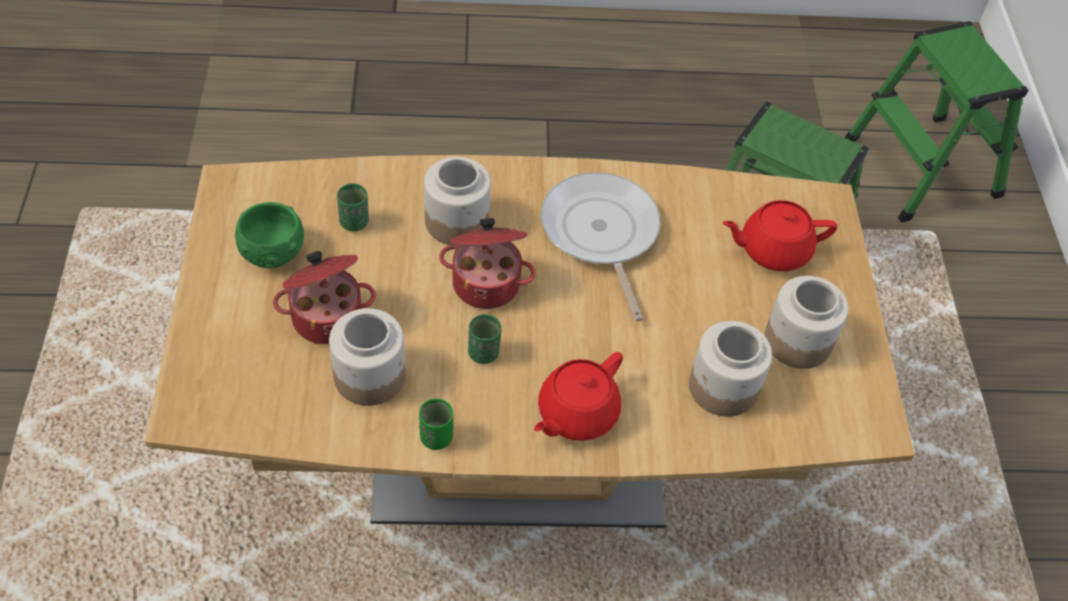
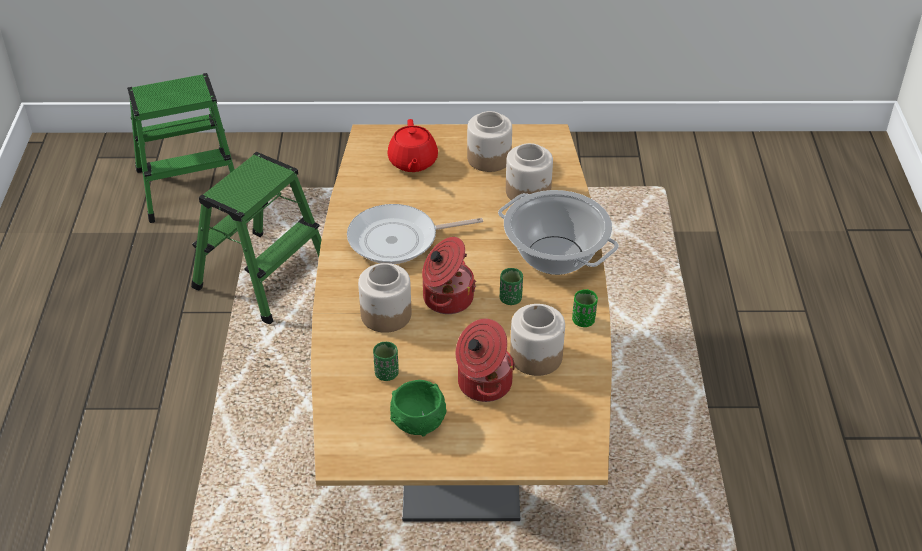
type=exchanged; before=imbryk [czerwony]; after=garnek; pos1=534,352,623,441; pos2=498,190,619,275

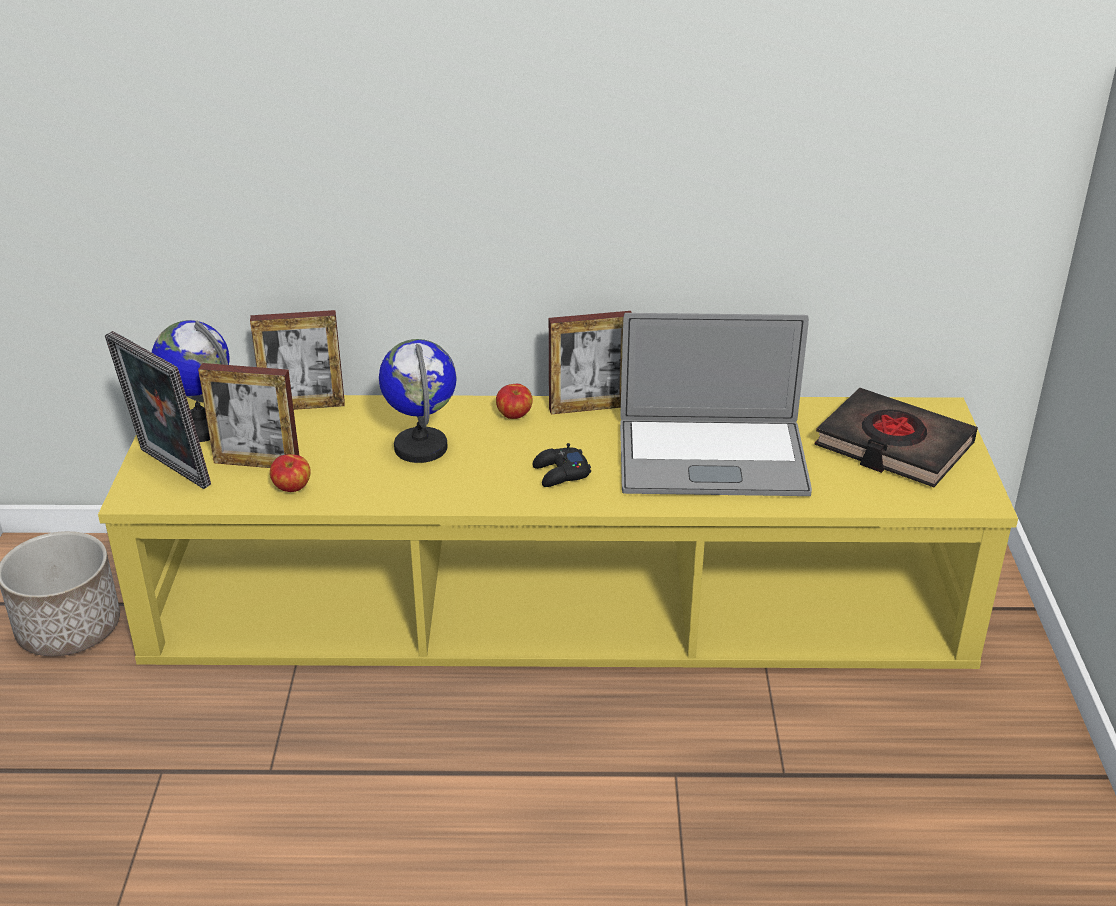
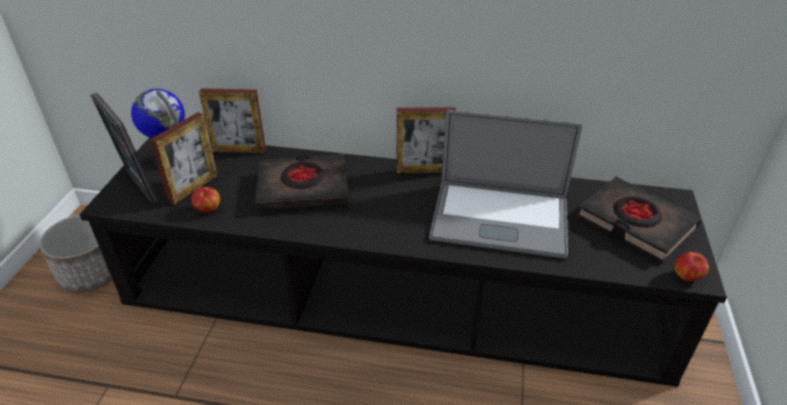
type=colour; before=szafka pod telewizor [żółty]; after=szafka pod telewizor [czarny]; pos1=98,395,1018,669; pos2=79,137,727,387
type=spun; before=ramka na zdjęcie; pos1=198,363,299,468; pos2=150,112,218,205; turn=-75
type=exchanged; before=globus; after=książka [czarny]; pos1=379,339,457,463; pos2=255,154,348,211
type=relocated; before=jabłko; pos1=496,384,533,419; pos2=675,252,709,281
type=missing; before=pad do gier [czarny]; pos1=533,443,591,487

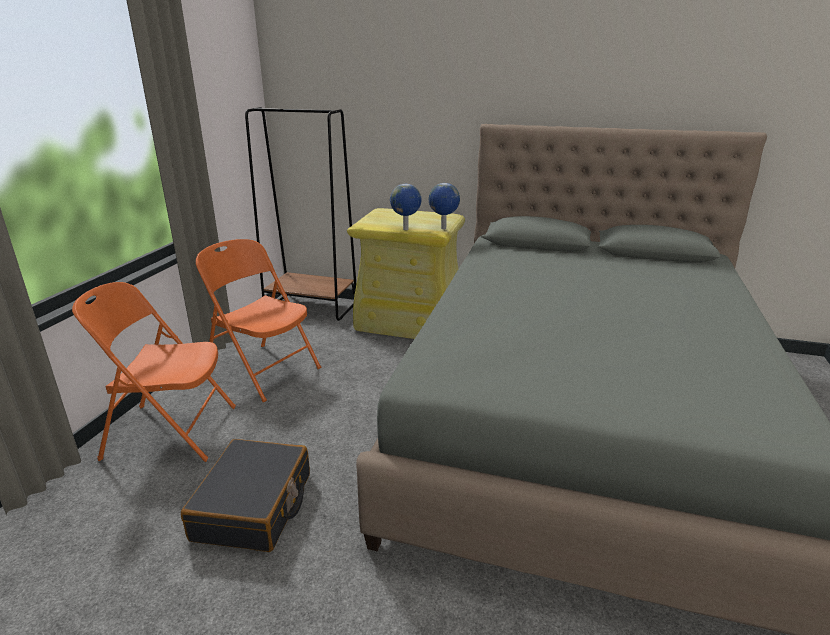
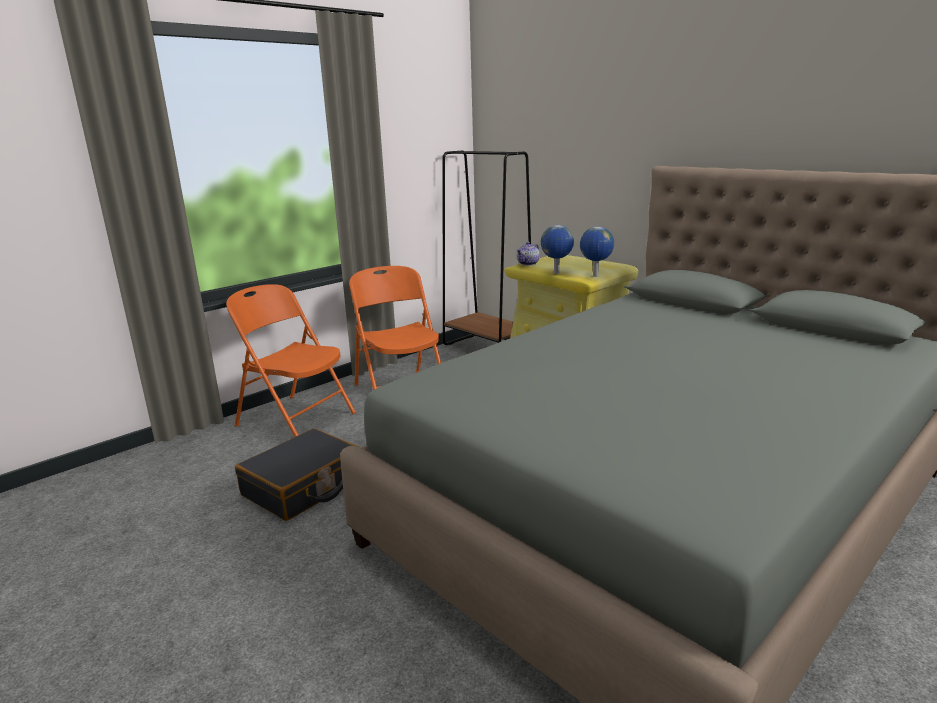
type=appeared; after=imbryk; pos2=517,242,540,266

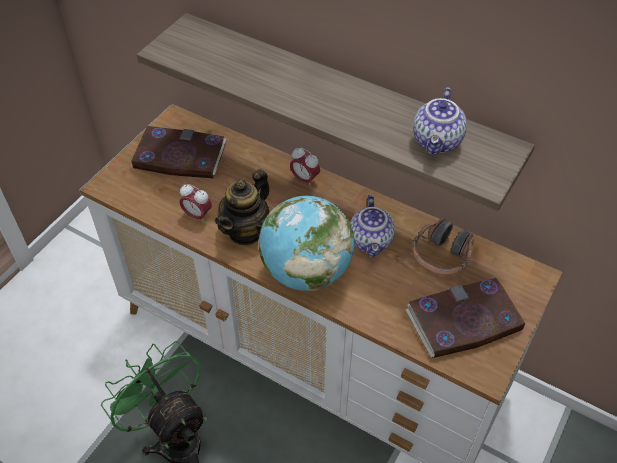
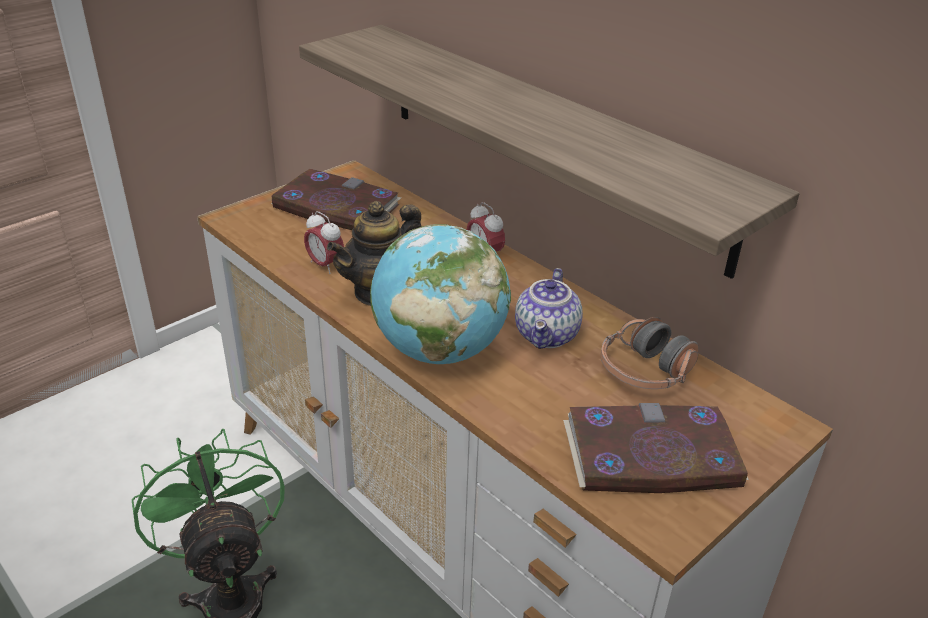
type=missing; before=imbryk; pos1=413,87,467,155

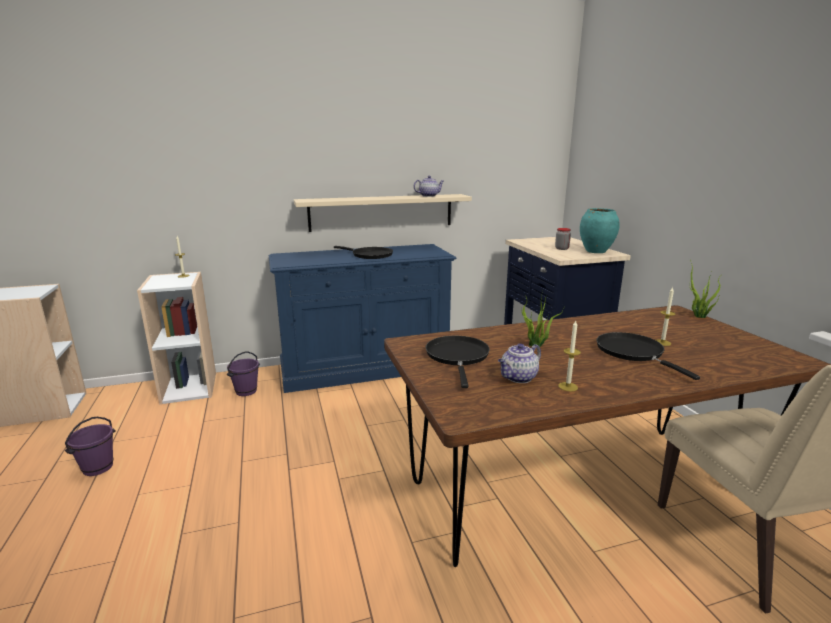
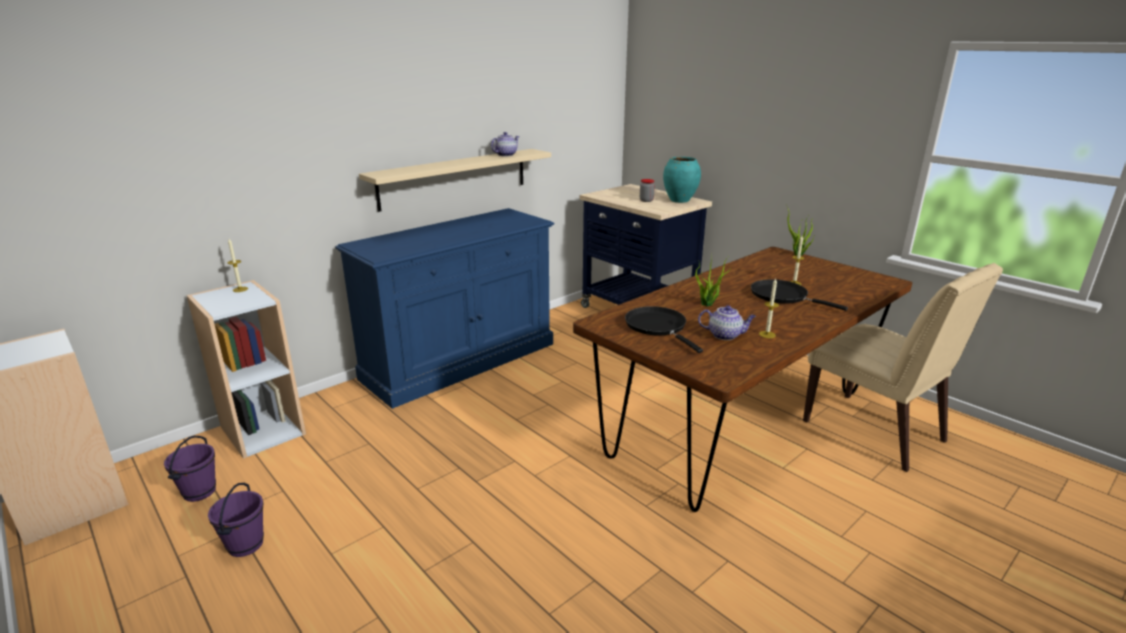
type=relocated; before=wiadro [fioletowy]; pos1=227,351,260,396; pos2=164,436,216,502
type=missing; before=patelnia [czarny]; pos1=334,246,393,259
type=spun; before=imbryk; pos1=498,343,541,383; pos2=698,305,756,340; turn=-105

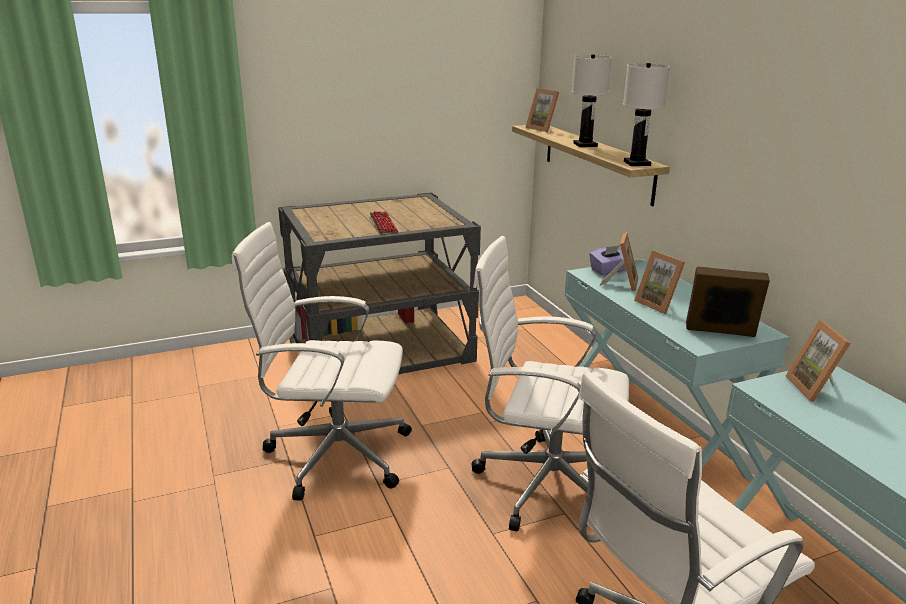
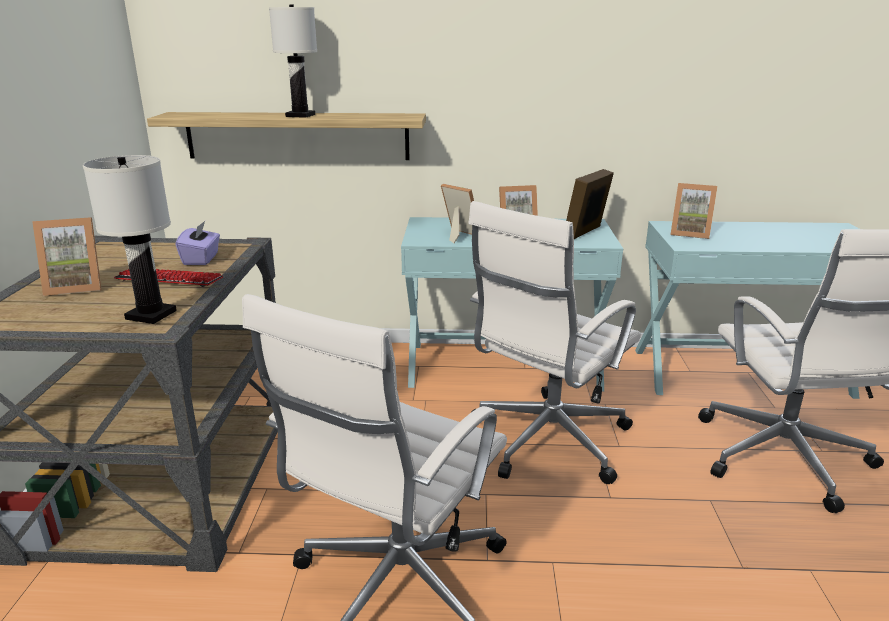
type=relocated; before=ramka na zdjęcie; pos1=525,88,559,132; pos2=32,217,102,296
type=relocated; before=pudełko chusteczek [fioletowy]; pos1=589,245,626,275; pos2=176,221,220,265
type=relocated; before=lampa stołowa [biały]; pos1=623,63,670,166; pos2=83,155,177,324

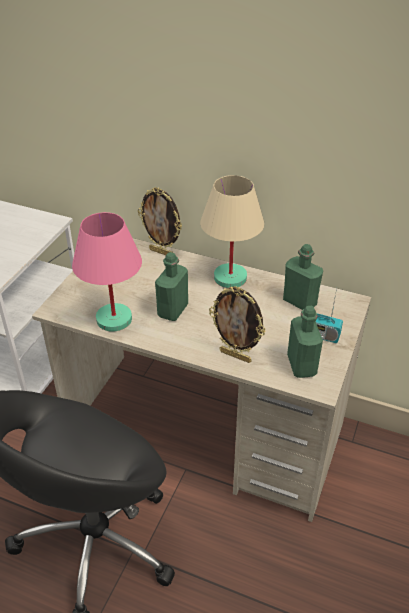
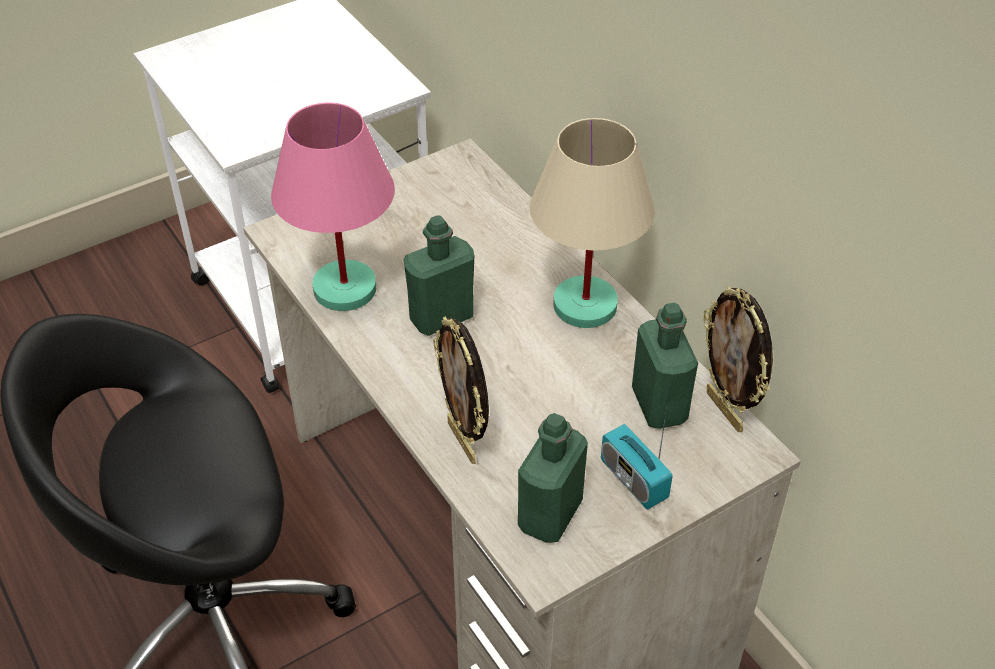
type=relocated; before=ramka na zdjęcie; pos1=138,187,182,255; pos2=703,286,773,432

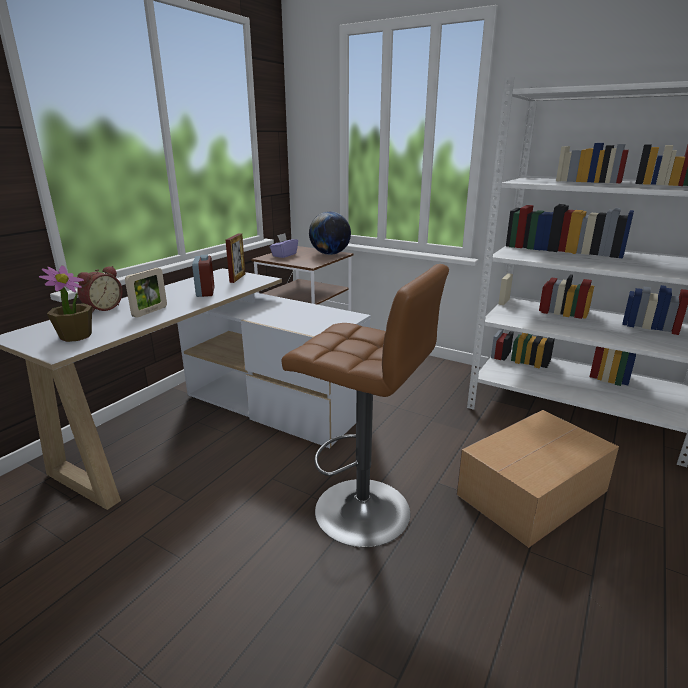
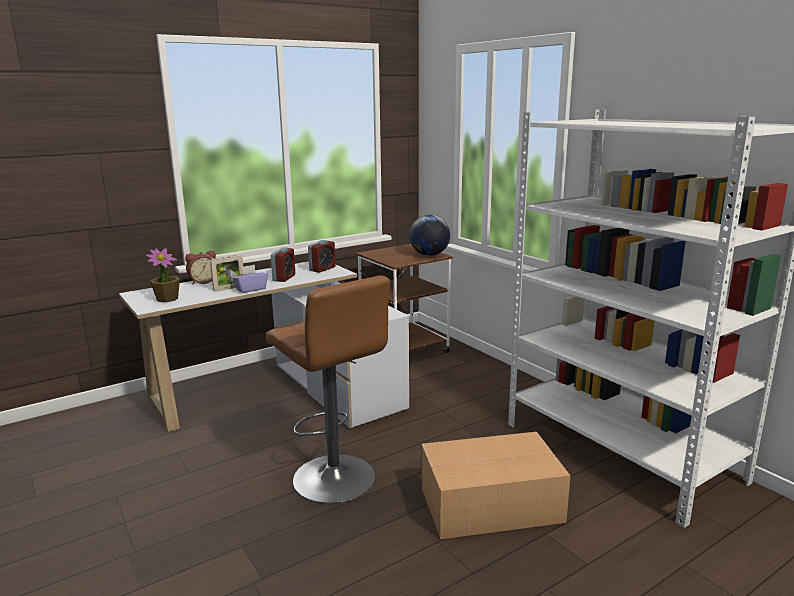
type=exchanged; before=ramka na zdjęcie; after=budzik; pos1=226,233,245,283; pos2=308,240,336,273
type=relocated; before=pudełko chusteczek [fioletowy]; pos1=269,233,298,258; pos2=232,265,268,293

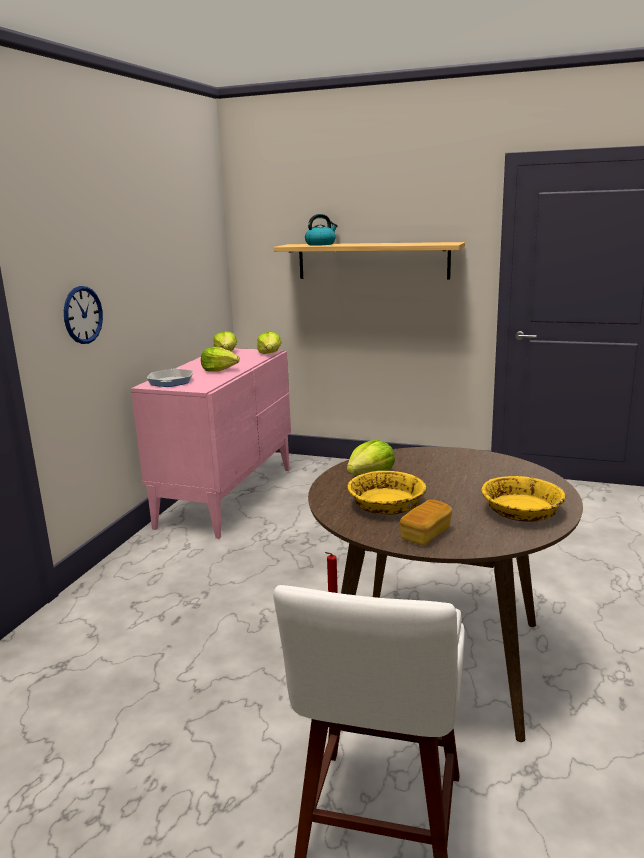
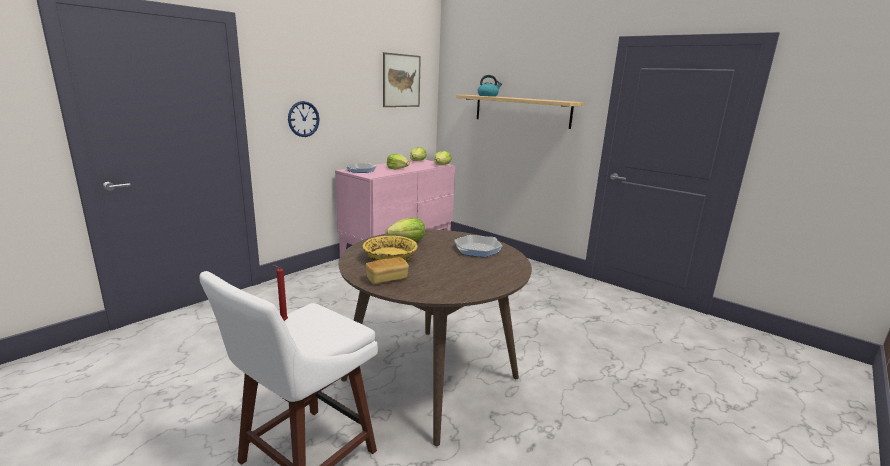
type=missing; before=miska [żółty]; pos1=482,476,565,522
type=appeared; after=obraz; pos2=383,52,421,107
type=appeared; after=patelnia; pos2=455,235,502,257

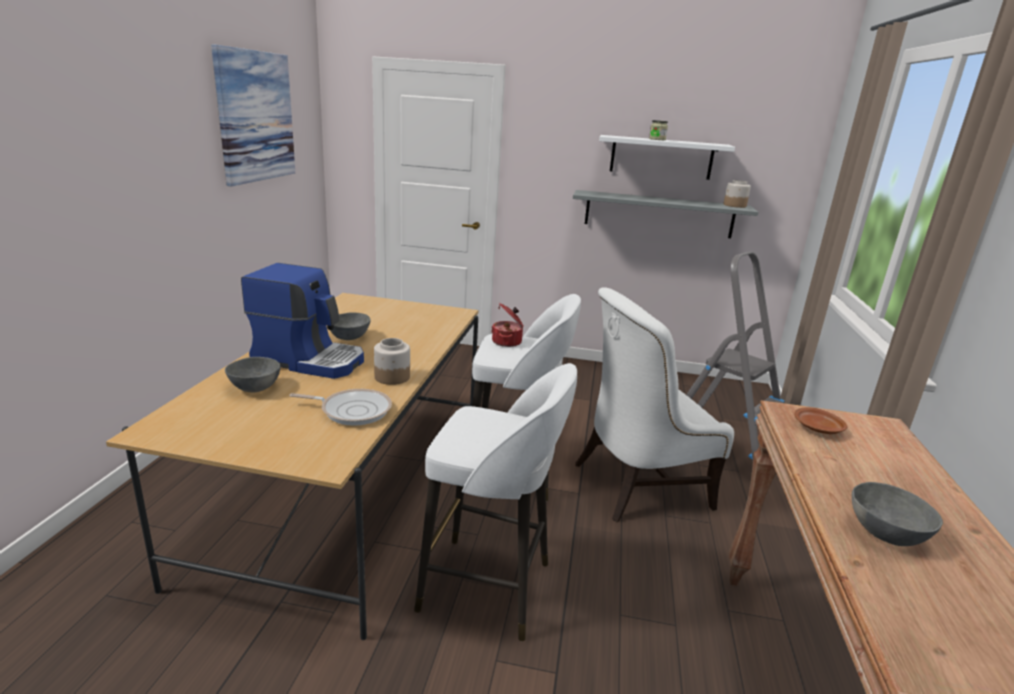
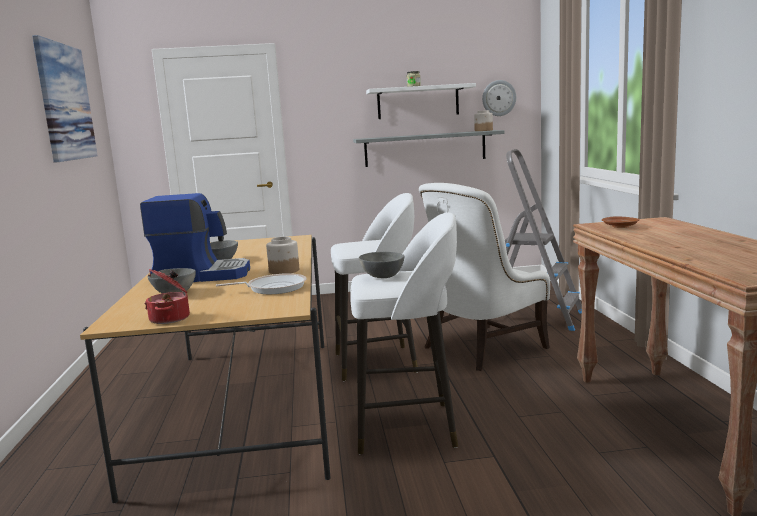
type=relocated; before=garnek; pos1=491,303,523,347; pos2=144,269,190,324
type=relocated; before=miska [szary]; pos1=852,482,943,546; pos2=359,252,405,278
type=appeared; after=zegar ścienny; pos2=482,80,516,116

